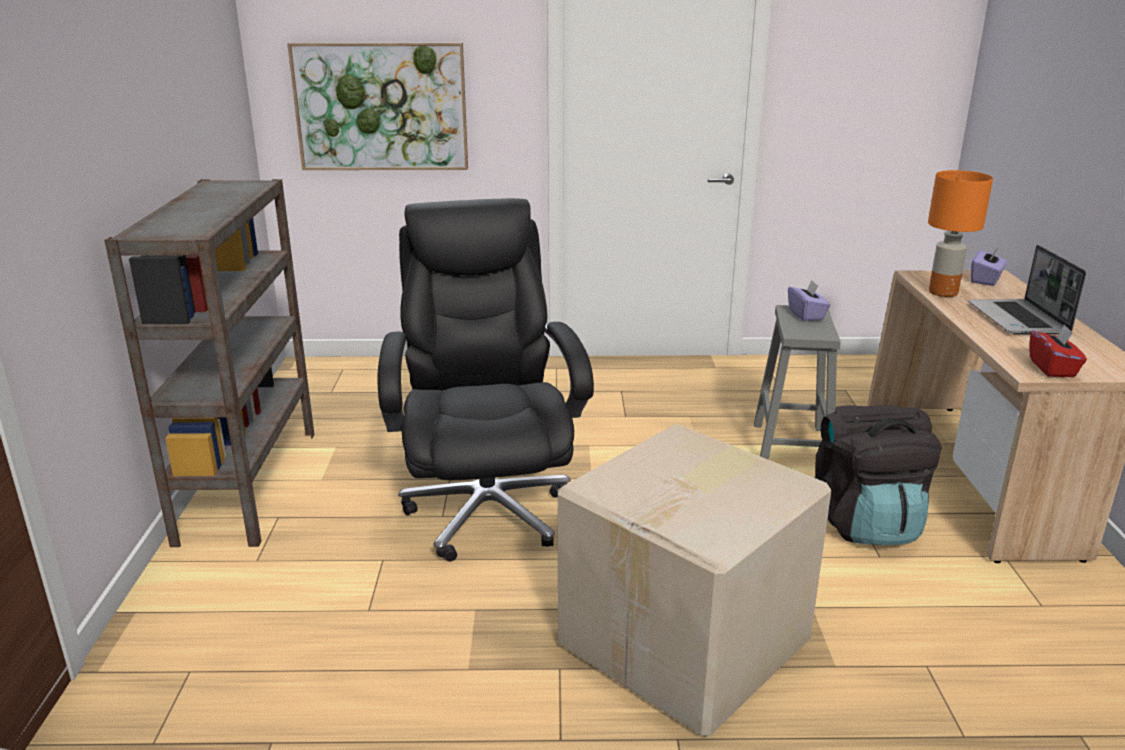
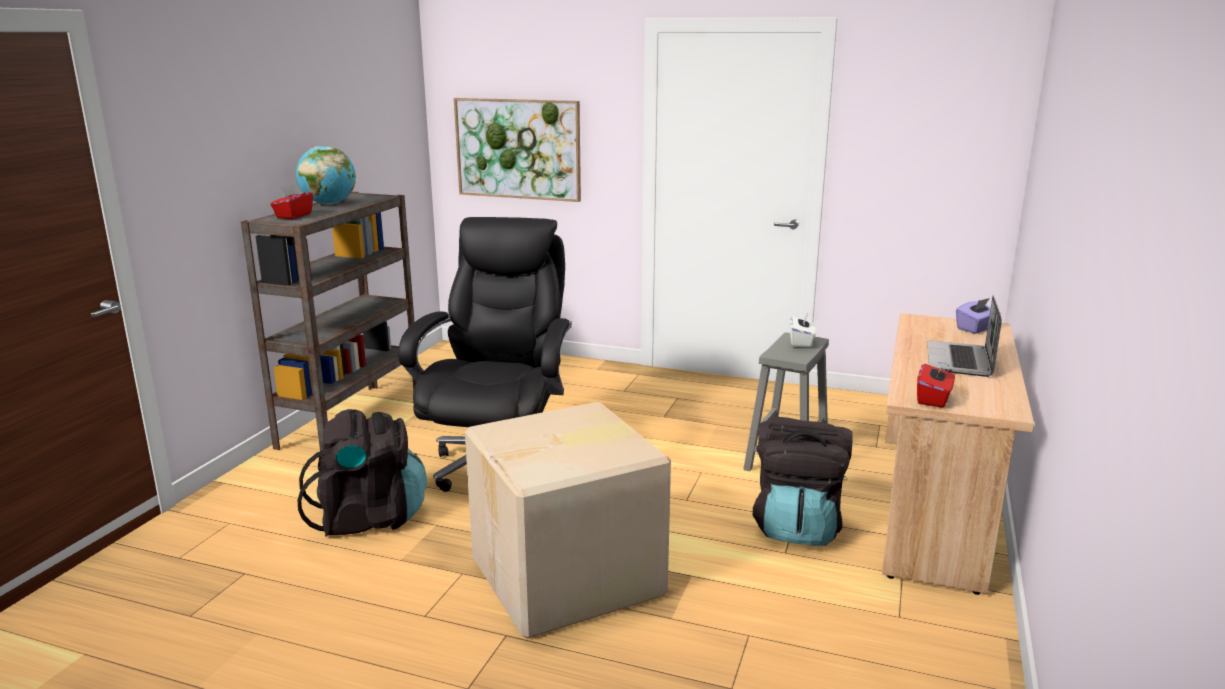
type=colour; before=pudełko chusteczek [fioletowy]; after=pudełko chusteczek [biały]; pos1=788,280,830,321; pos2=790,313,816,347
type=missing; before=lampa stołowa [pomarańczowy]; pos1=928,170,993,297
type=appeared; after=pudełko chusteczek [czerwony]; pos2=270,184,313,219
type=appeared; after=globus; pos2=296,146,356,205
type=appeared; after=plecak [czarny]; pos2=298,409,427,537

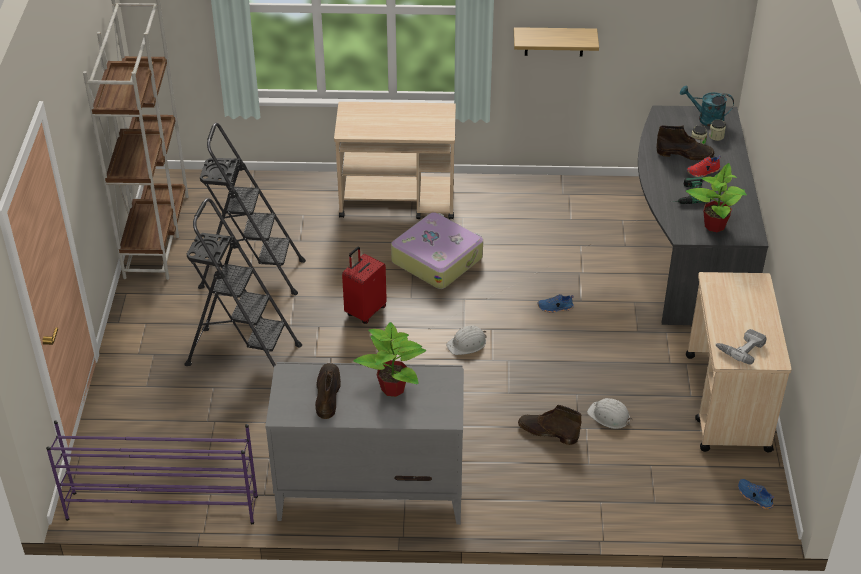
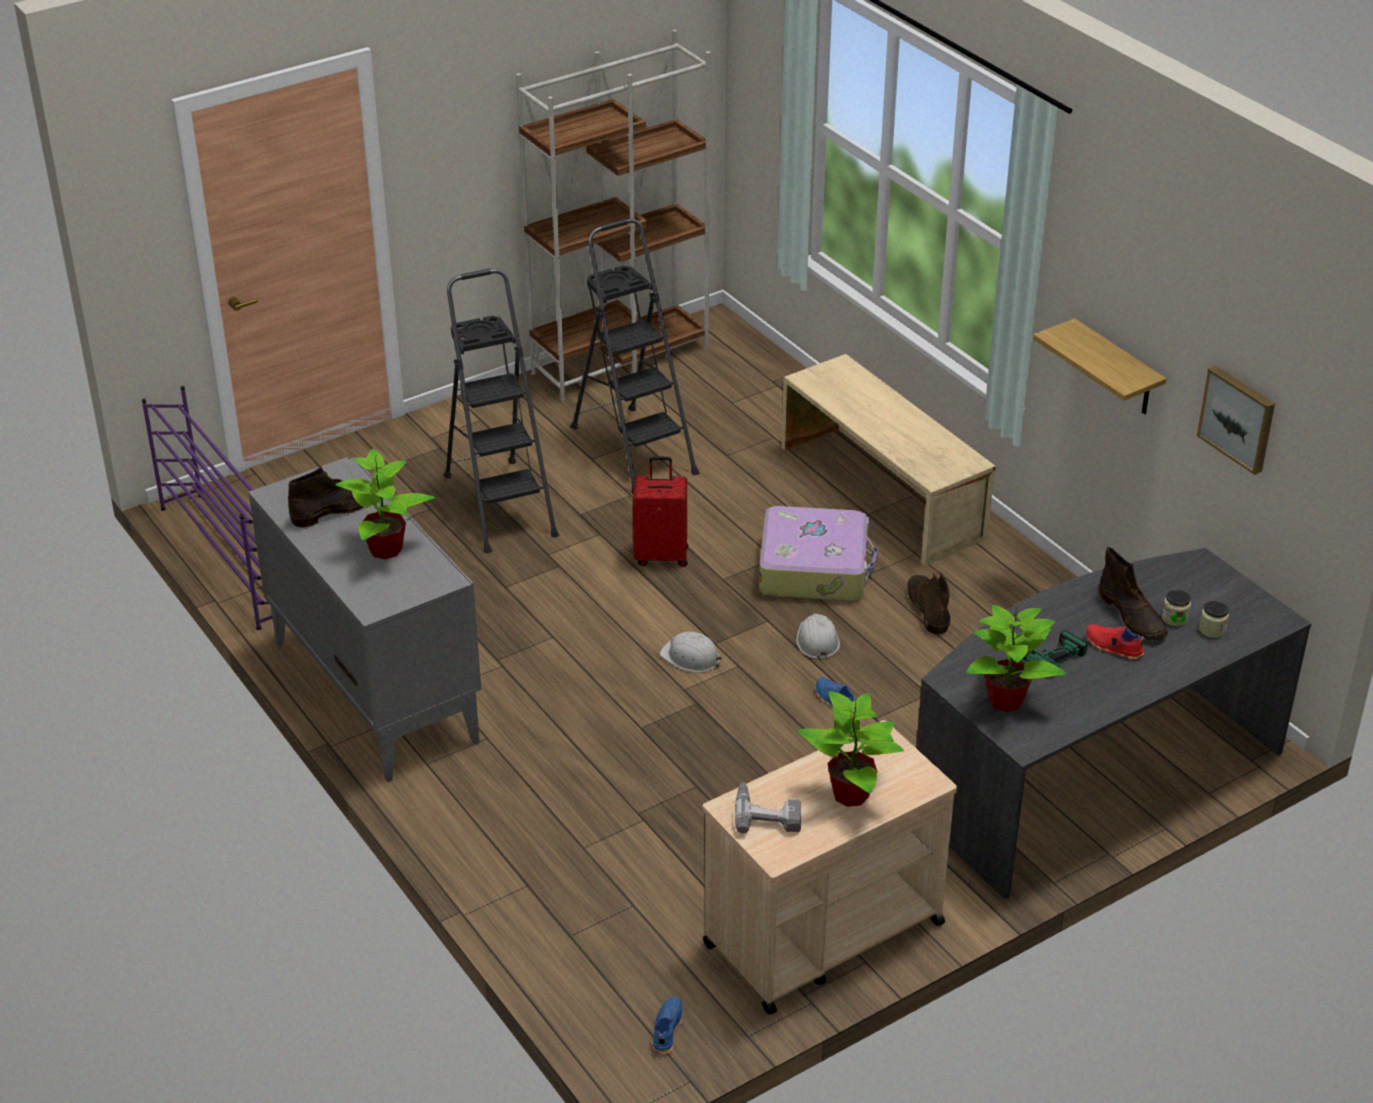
type=exchanged; before=wózek [beżowy]; after=ławka [beżowy]; pos1=334,102,456,219; pos2=781,354,996,566
type=relocated; before=but z cholewką [brązowy]; pos1=518,405,582,445; pos2=907,573,950,635
type=relocated; before=kask [biały]; pos1=587,398,633,429; pos2=796,613,840,661
type=missing; before=konewka [turkusowy]; pos1=680,86,734,127
type=appeared; after=roślina doniczkowa; pos2=797,691,904,807
type=appeared; after=obraz; pos2=1197,366,1275,475

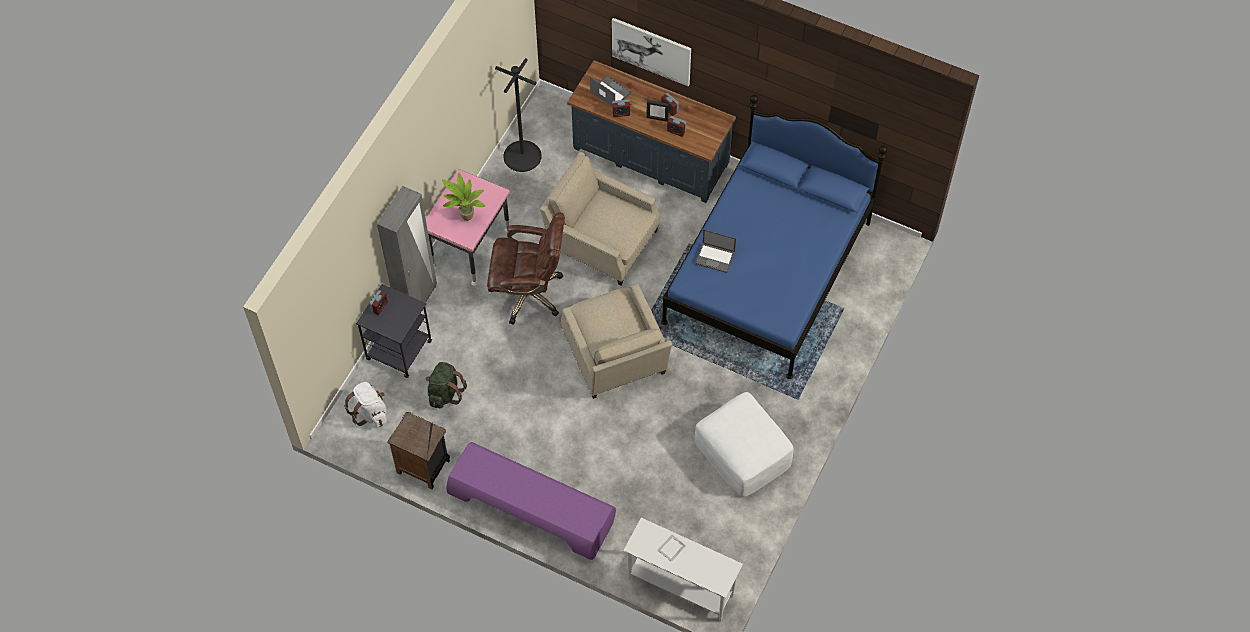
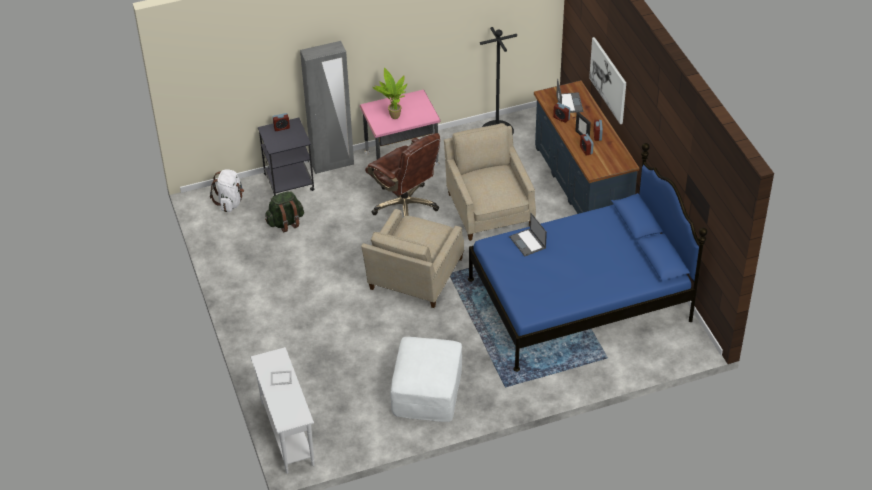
type=missing; before=szafka nocna [czarny]; pos1=387,412,450,489
type=missing; before=ławka [fioletowy]; pos1=446,442,616,560

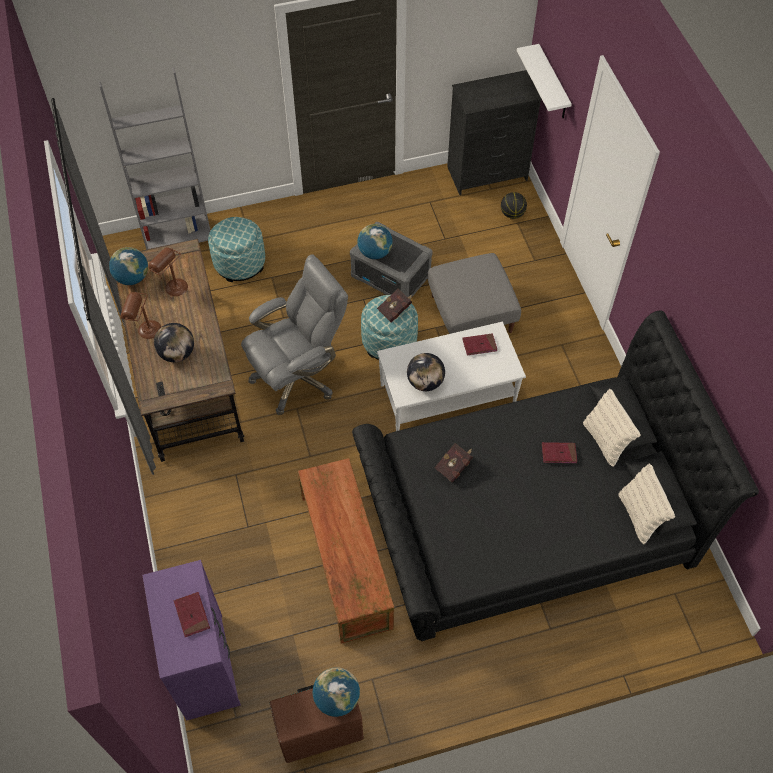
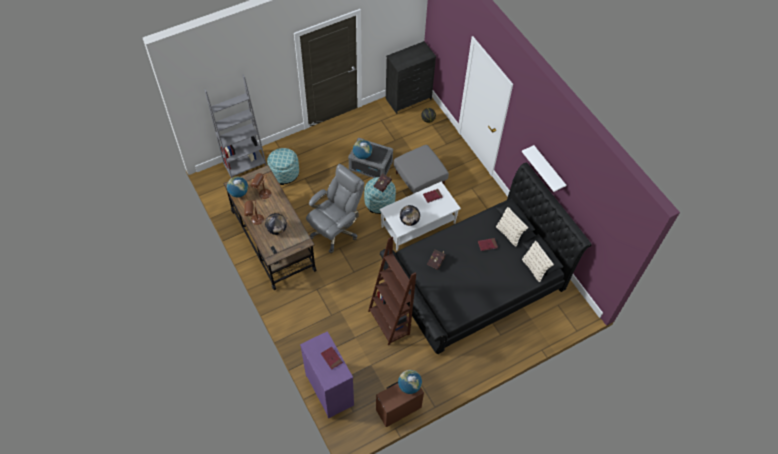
type=exchanged; before=ławka [brązowy]; after=regał [brązowy]; pos1=298,458,394,644; pos2=368,237,416,345
type=relocated; before=półka [biały]; pos1=517,44,572,118; pos2=522,145,566,192

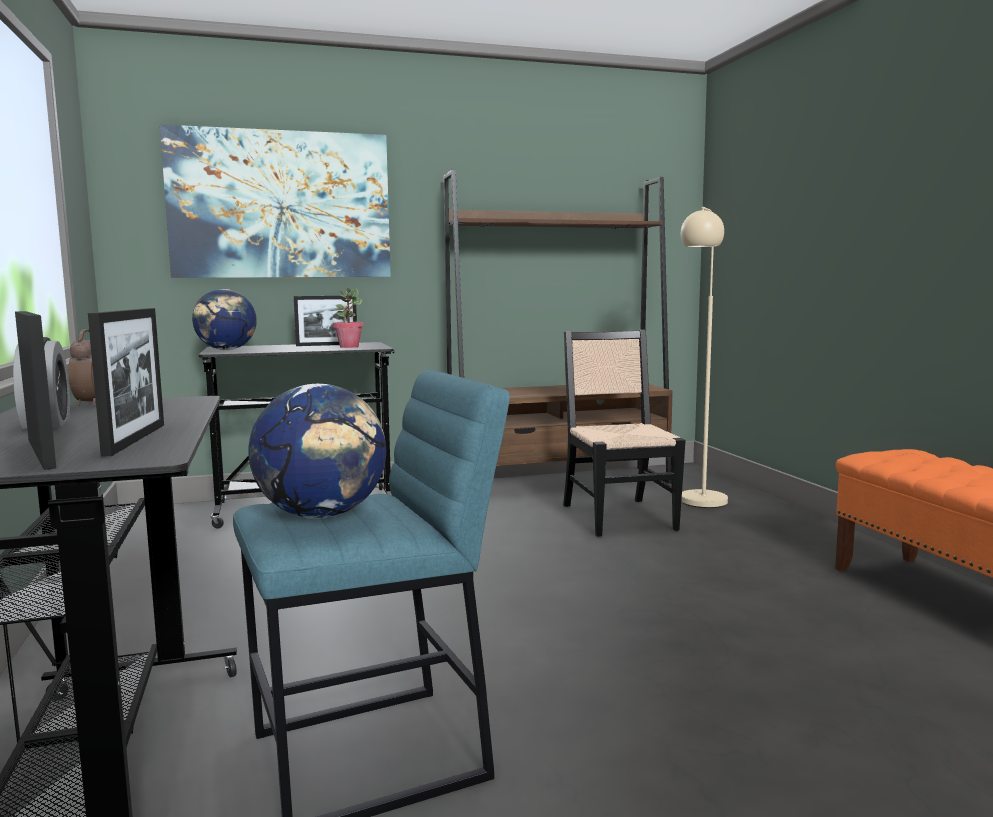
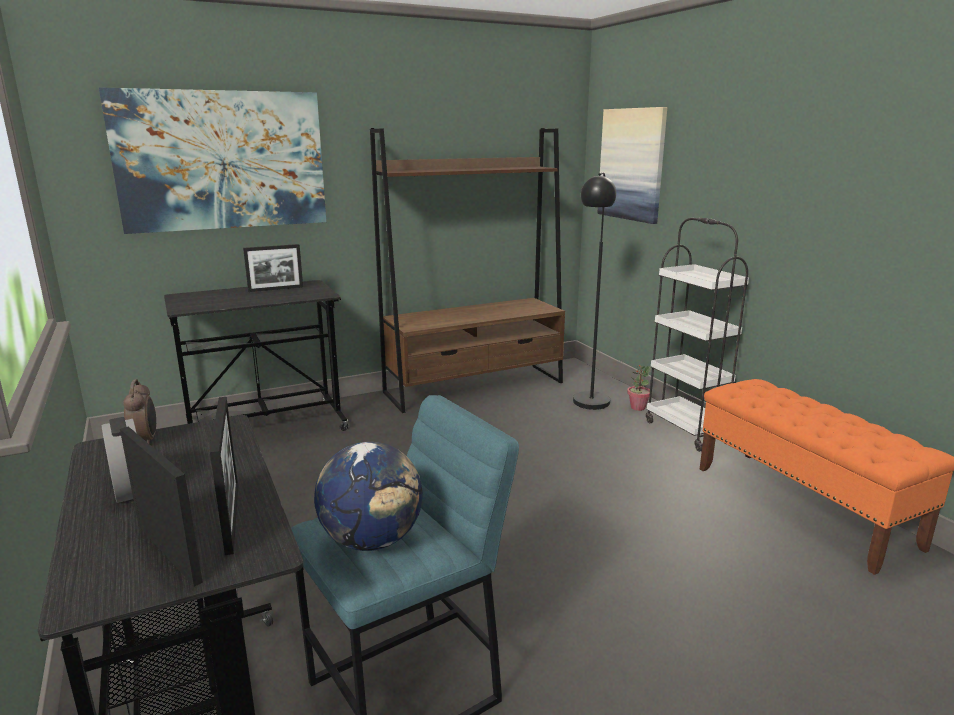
type=missing; before=globus; pos1=192,289,257,350
type=relocated; before=roślina doniczkowa; pos1=333,288,364,348; pos2=627,365,651,411
type=missing; before=krzesło; pos1=563,329,685,537
type=colour; before=lampa stojąca [beżowy]; after=lampa stojąca [czarny]; pos1=681,207,728,508; pos2=573,172,616,410
type=appeared; after=obraz; pos2=597,107,667,224
type=appeared; after=wózek [biały]; pos2=646,218,749,452

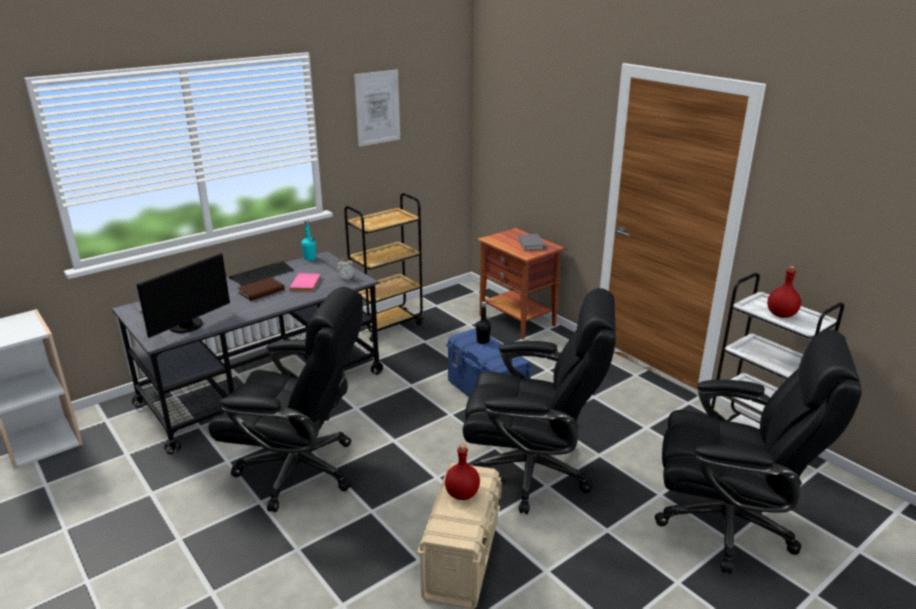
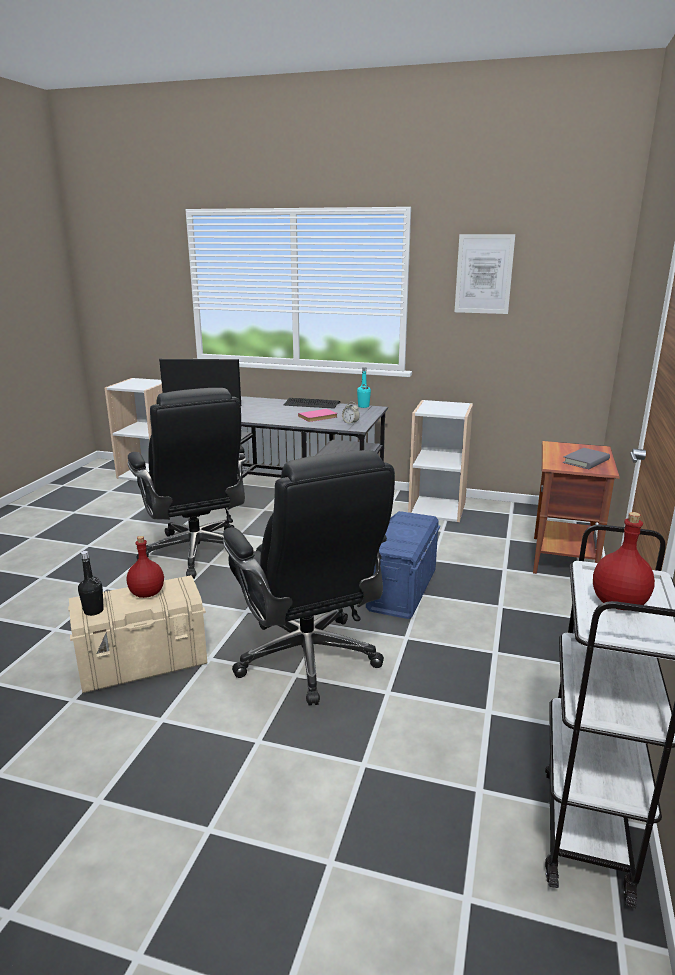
type=missing; before=książka [brązowy]; pos1=238,277,284,301
type=exchanged; before=wózek [brązowy]; after=regał; pos1=344,193,425,342; pos2=408,400,473,522
type=relocated; before=butelka [czarny]; pos1=476,301,491,344; pos2=78,551,104,616
type=missing; before=krzesło biurowe [czarny]; pos1=655,330,862,574

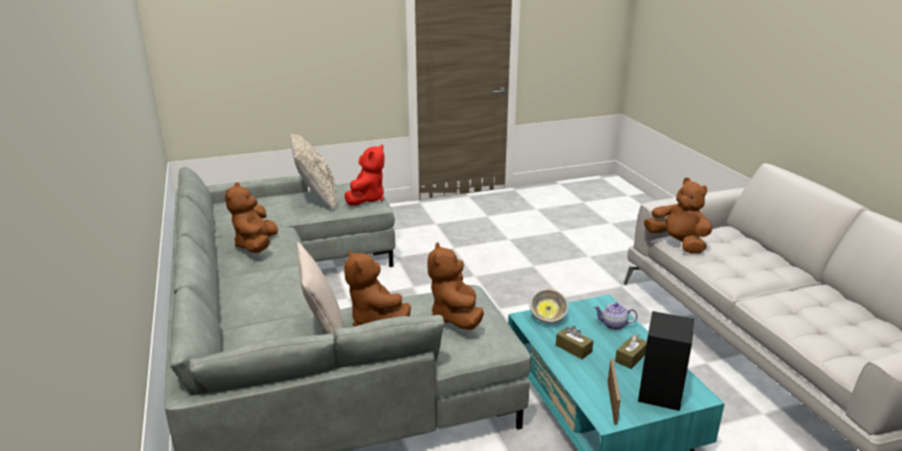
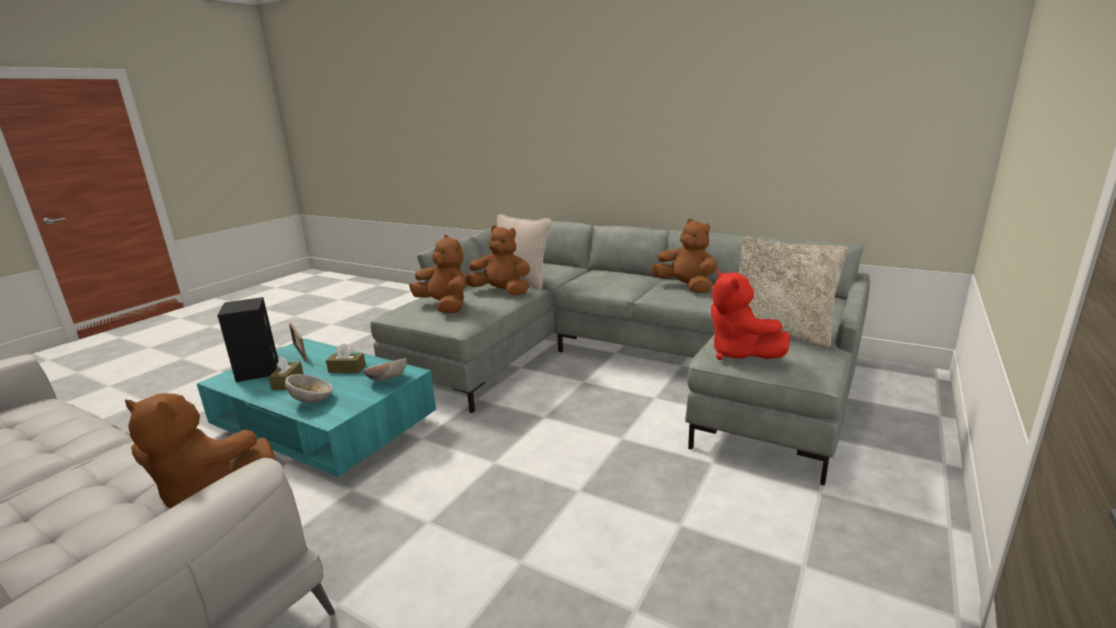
type=exchanged; before=imbryk; after=miska; pos1=594,303,638,330; pos2=285,374,333,403

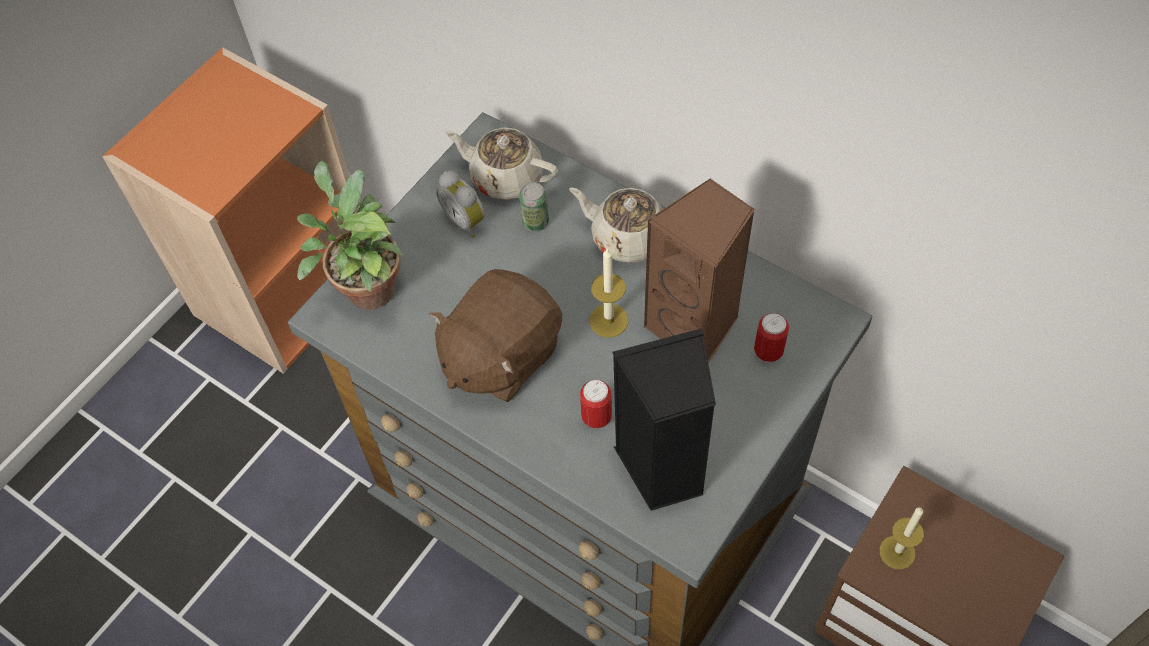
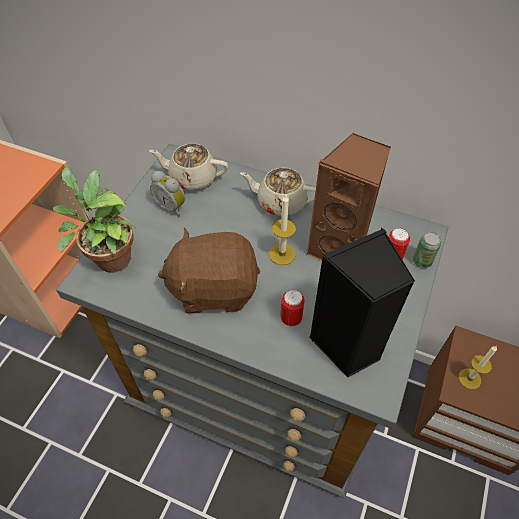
type=spun; before=pluszak [brązowy]; pos1=429,269,562,402; pos2=158,228,260,313; turn=60
type=relocated; before=puszka; pos1=519,182,549,231; pos2=413,232,441,268

